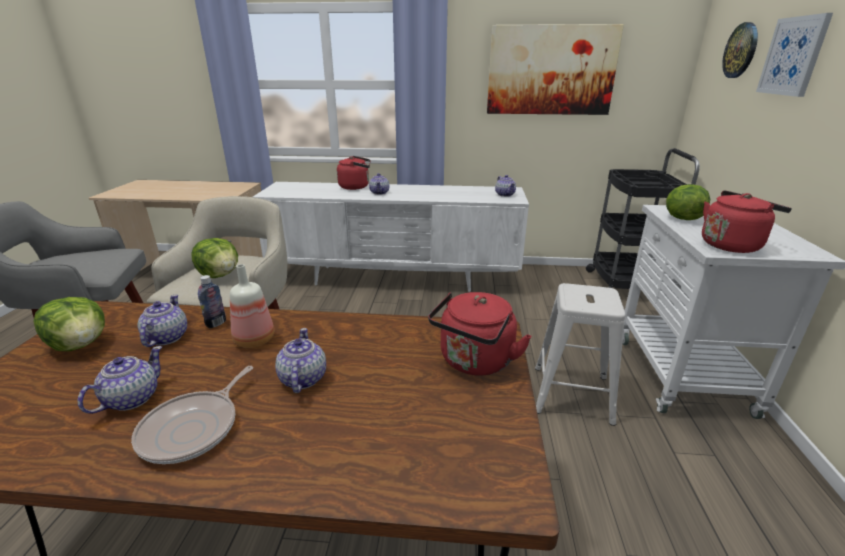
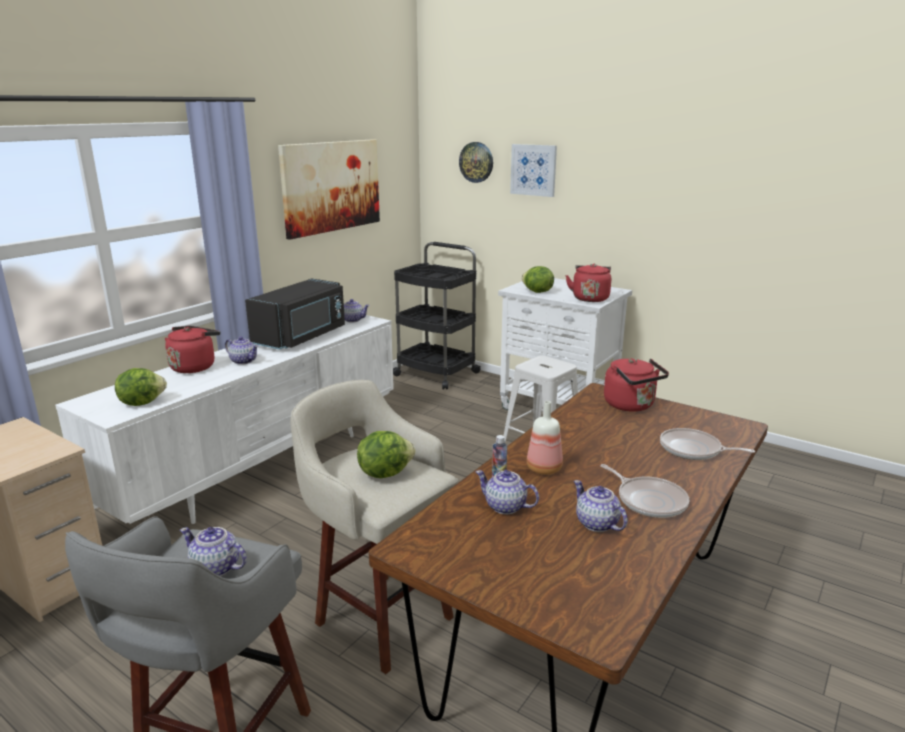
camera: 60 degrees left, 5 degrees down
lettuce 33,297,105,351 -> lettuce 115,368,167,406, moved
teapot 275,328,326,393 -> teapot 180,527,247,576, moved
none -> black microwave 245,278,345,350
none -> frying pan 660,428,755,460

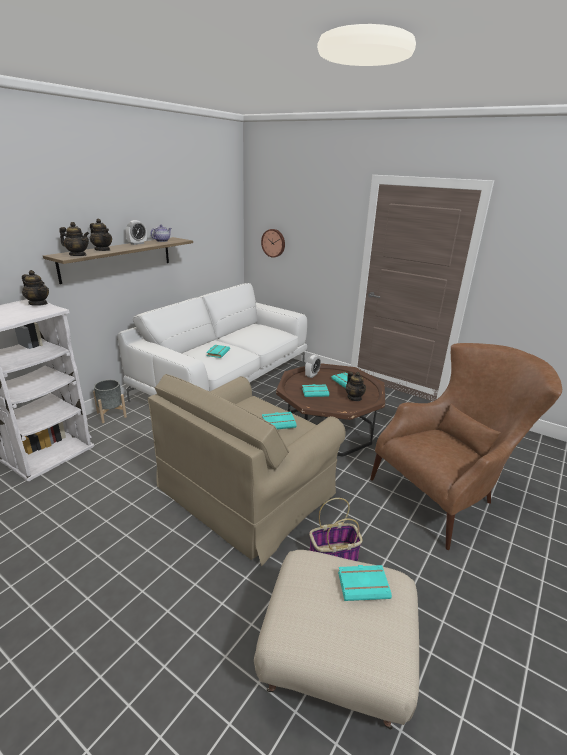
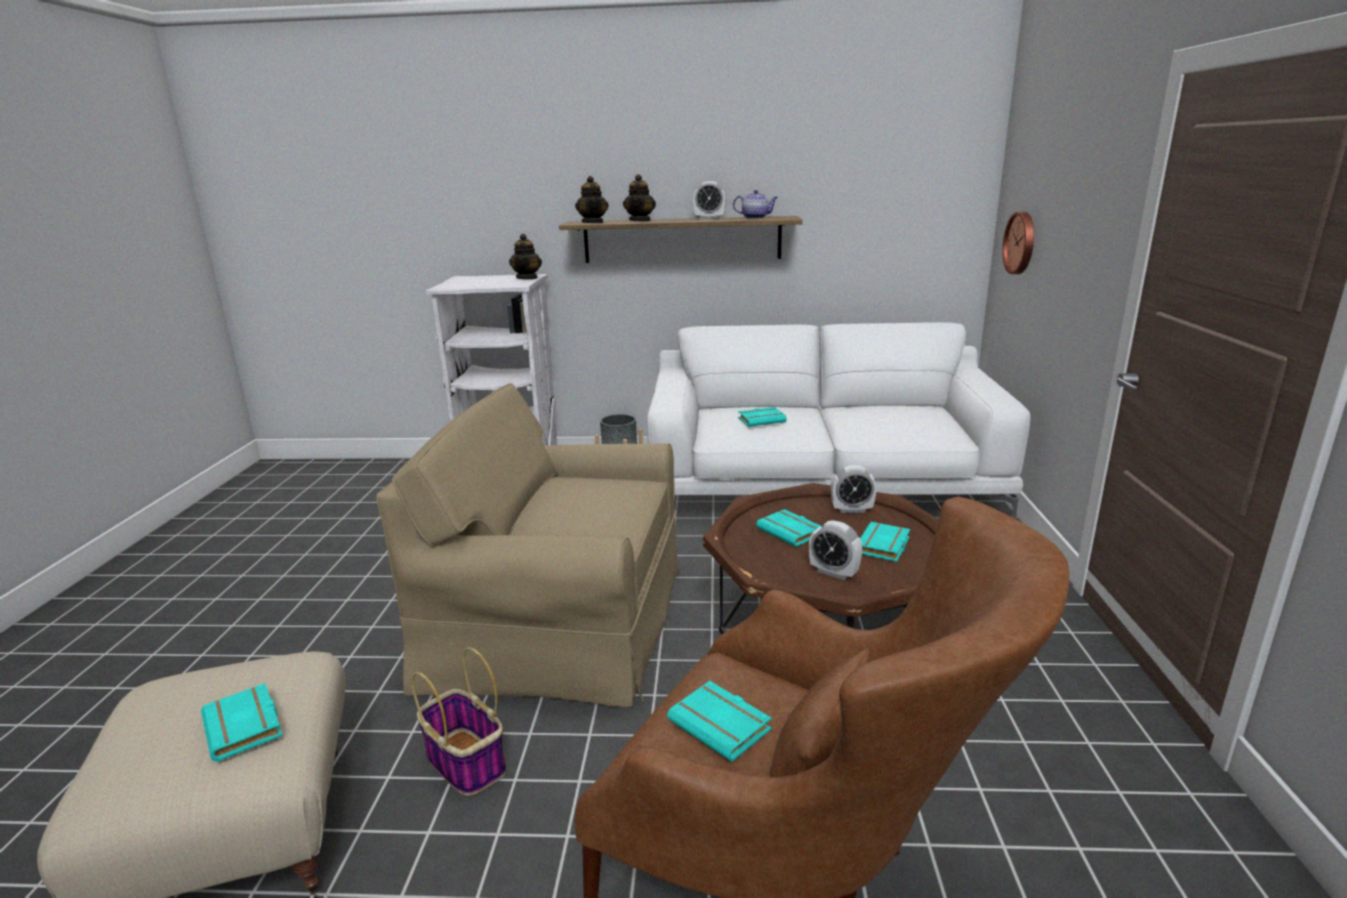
camera: 60 degrees right, 5 degrees down
turquoise book 262,412,296,429 -> turquoise book 667,681,772,762, moved
teapot 346,372,366,401 -> alarm clock 809,520,862,580

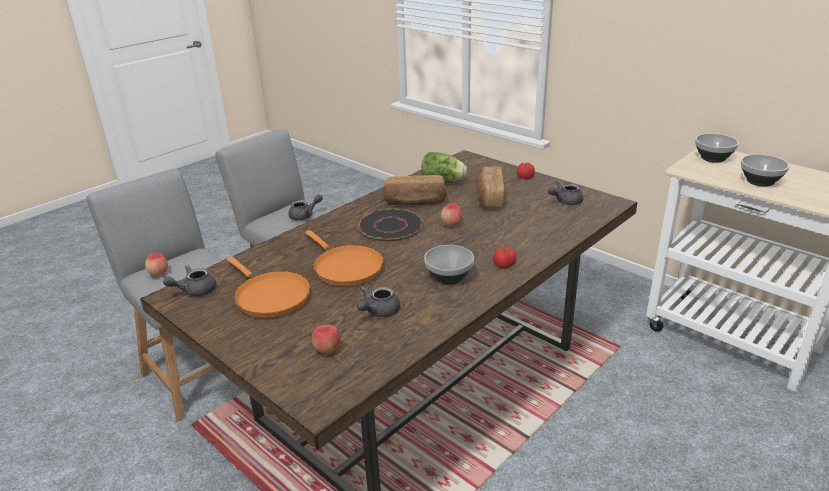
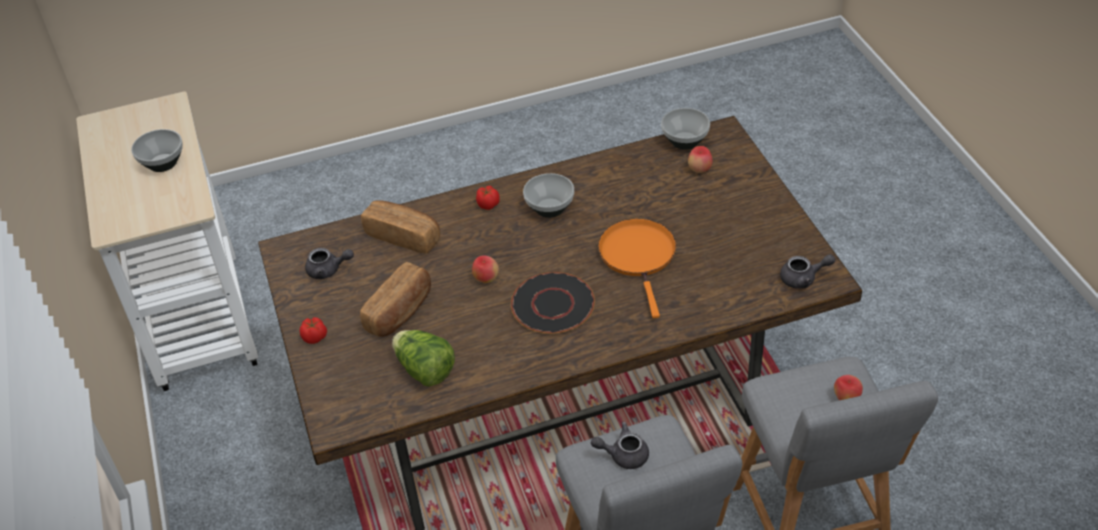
camera: 150 degrees left, 15 degrees up
orange frying pan 227,257,311,318 -> none
grey teapot 357,287,400,317 -> none
bread 383,175,447,205 -> bread 361,200,440,254, moved
bowl 695,133,739,163 -> bowl 661,108,710,150, moved

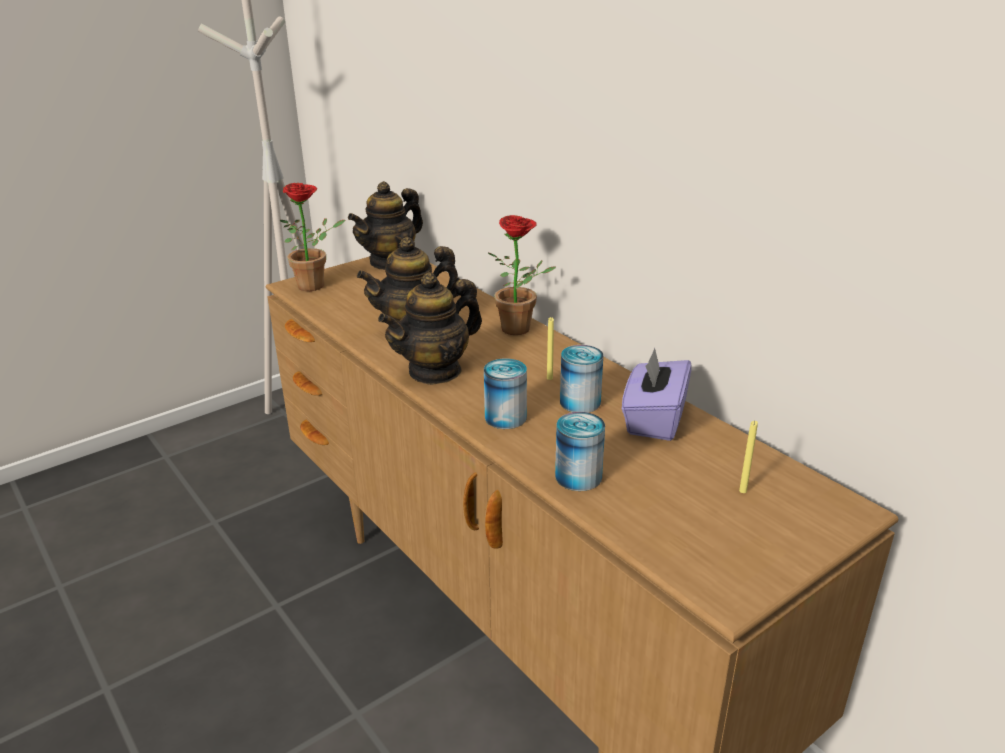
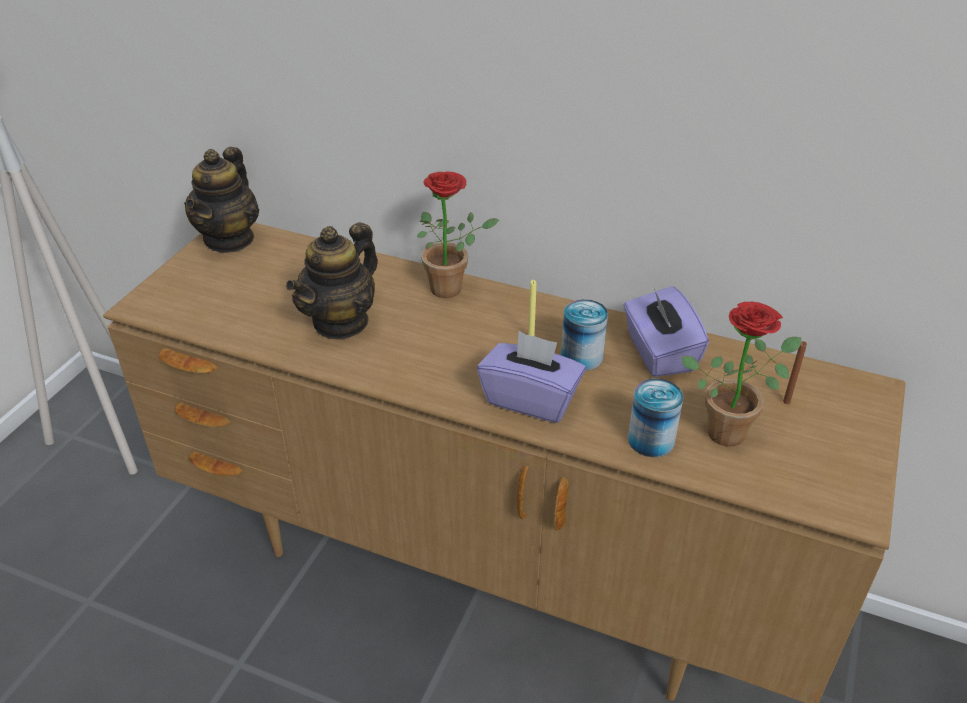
camera: 30 degrees left, 10 degrees up
potted plant 280,183,346,291 -> potted plant 681,302,802,447, moved
teapot 378,272,482,385 -> none
can 484,358,527,429 -> purple tissue box 477,331,586,423
yellow candle 739,421,758,493 -> brown candle 783,341,807,404

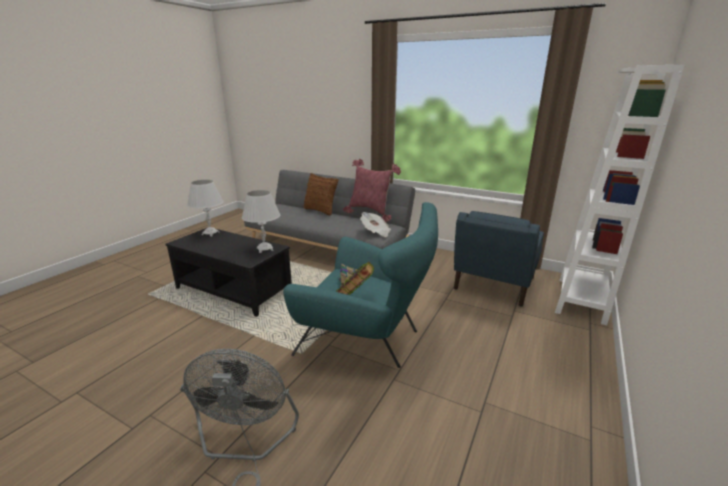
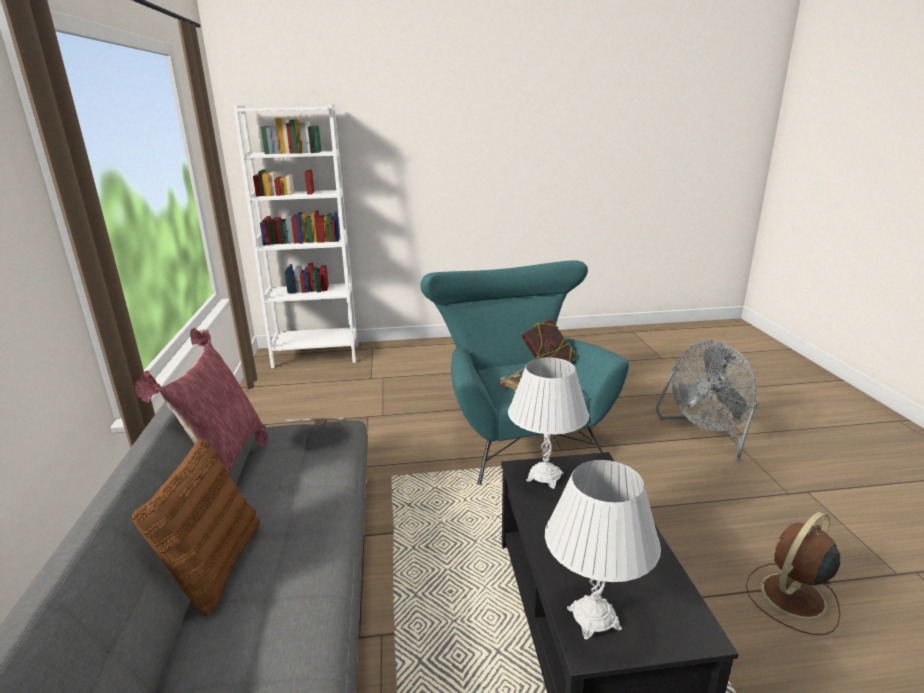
camera: 125 degrees left, 0 degrees up
blue armchair 454,211,544,307 -> none
none -> brown fan 746,512,840,635

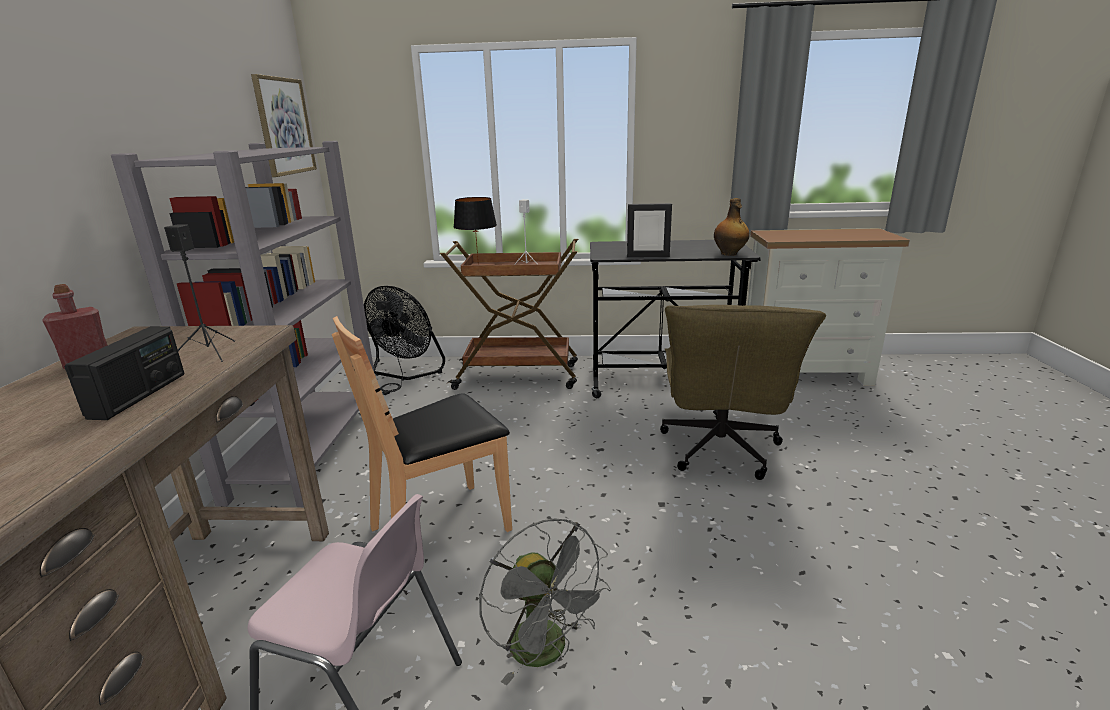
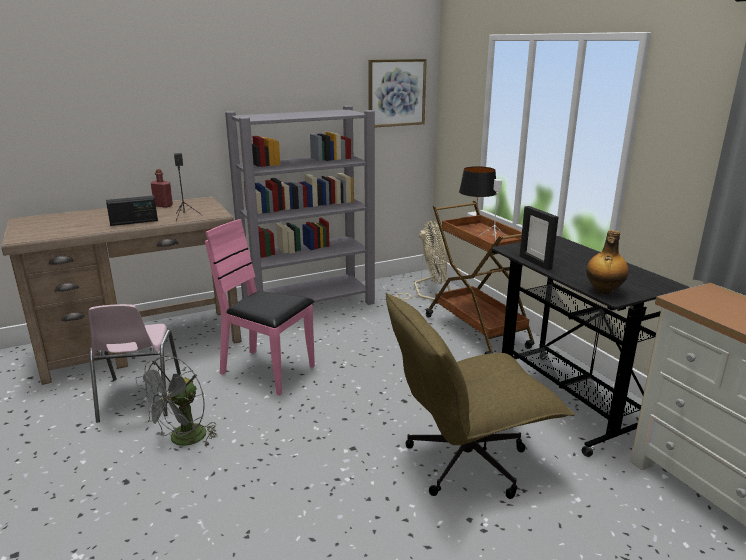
camera: 60 degrees right, 0 degrees up
brown chair 332,316,512,532 -> pink chair 205,219,315,396
black fan 364,286,445,395 -> beige fan 395,221,451,300

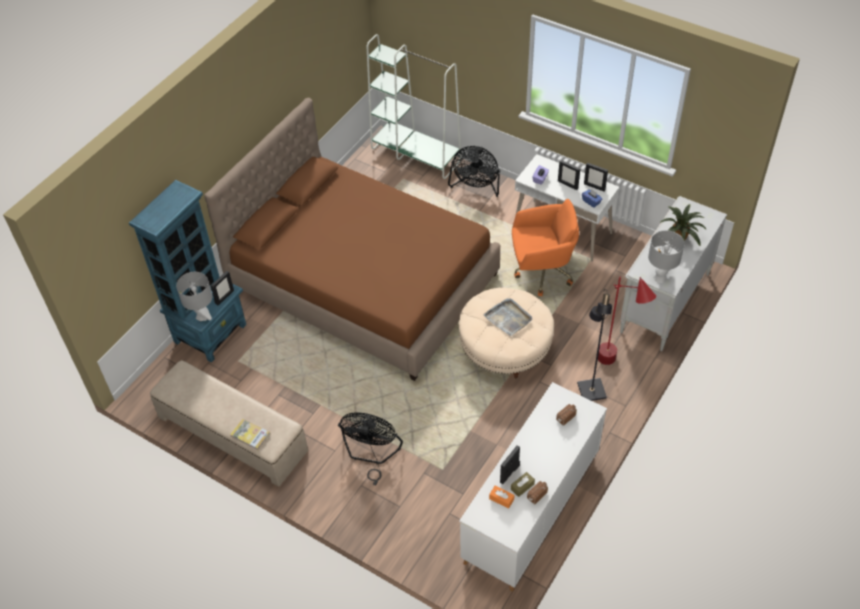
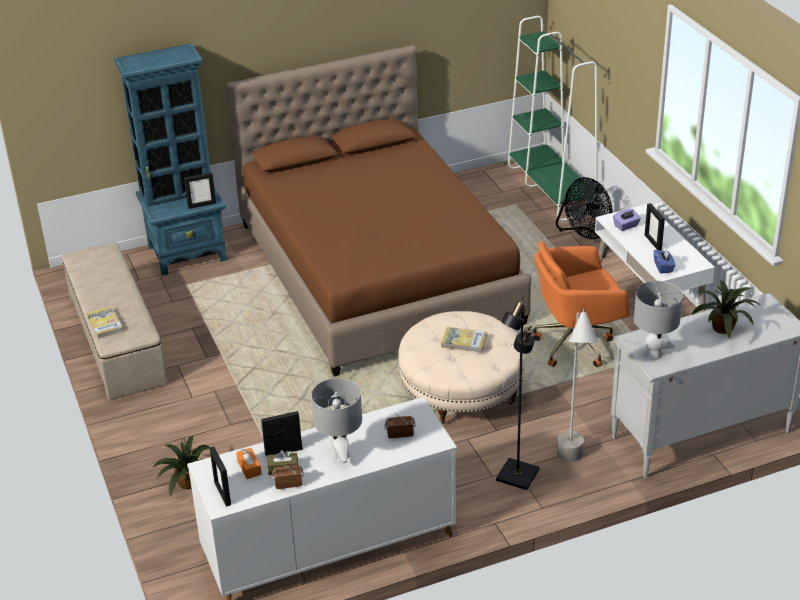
camera: 35 degrees right, 15 degrees down
grey table lamp 176,272,212,321 -> grey table lamp 311,378,362,463, moved
black fan 338,412,403,486 -> none
grey tray 484,298,532,336 -> book 441,327,487,353
orange office chair 512,199,579,296 -> orange office chair 533,240,630,367, 135 degrees clockwise
picture frame 584,162,608,191 -> picture frame 210,447,231,507, moved
red floor lamp 598,277,656,365 -> grey floor lamp 557,308,598,462
none -> potted plant 153,436,211,498

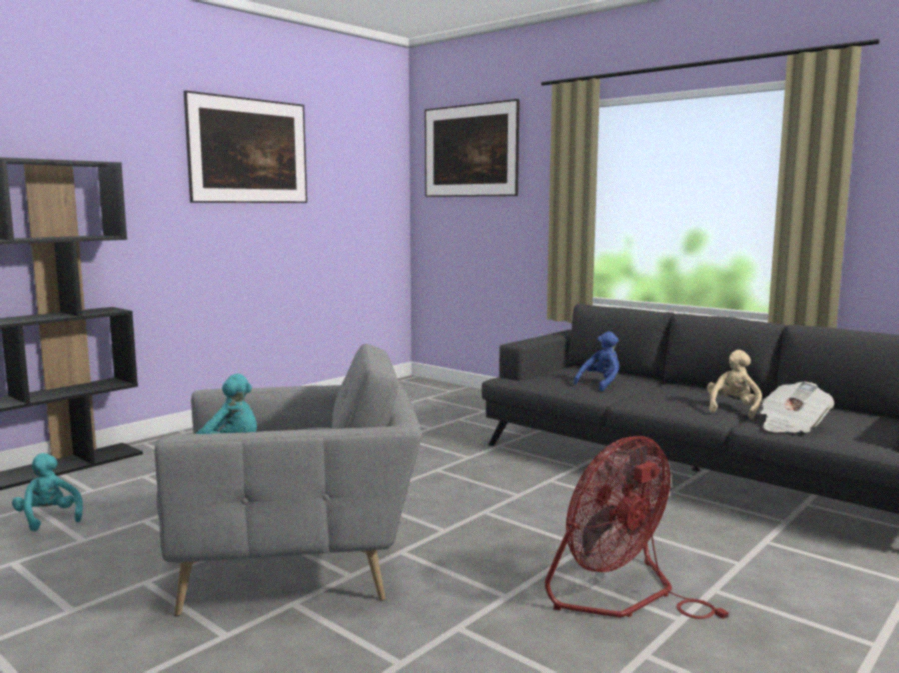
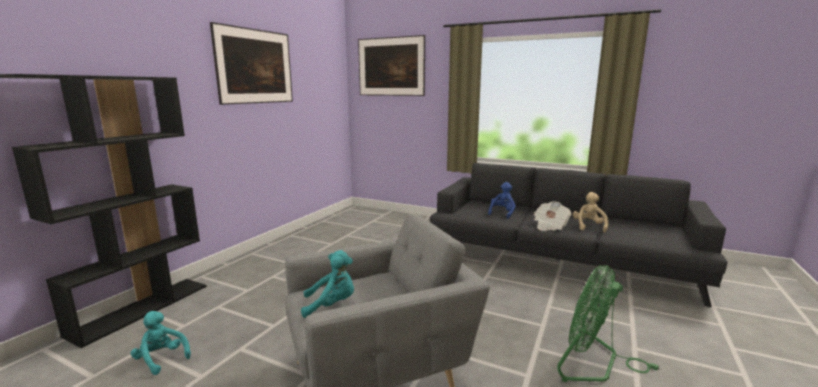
camera: 15 degrees left, 5 degrees up
red fan 545,436,729,619 -> green fan 557,265,661,382
newspaper 760,382,834,433 -> newspaper 534,201,571,231, moved

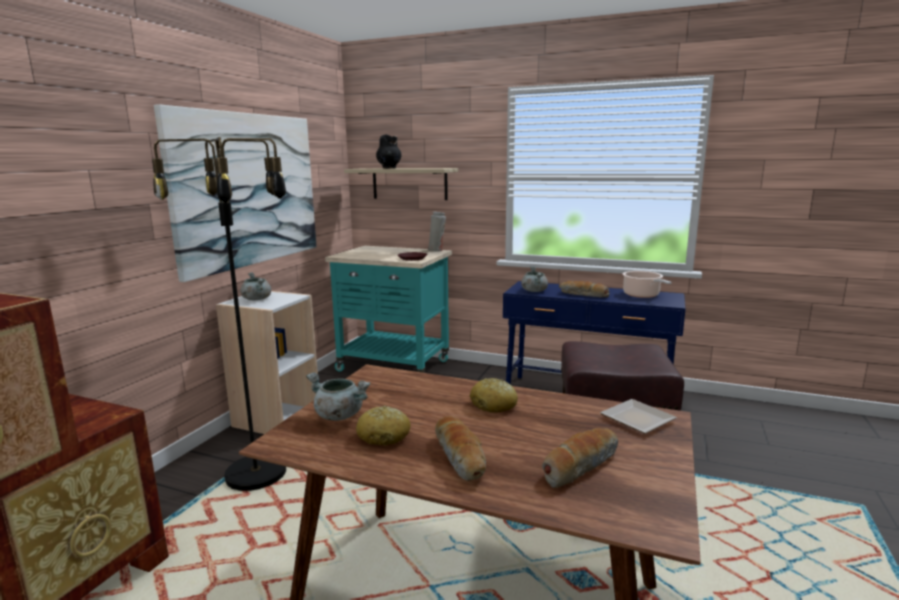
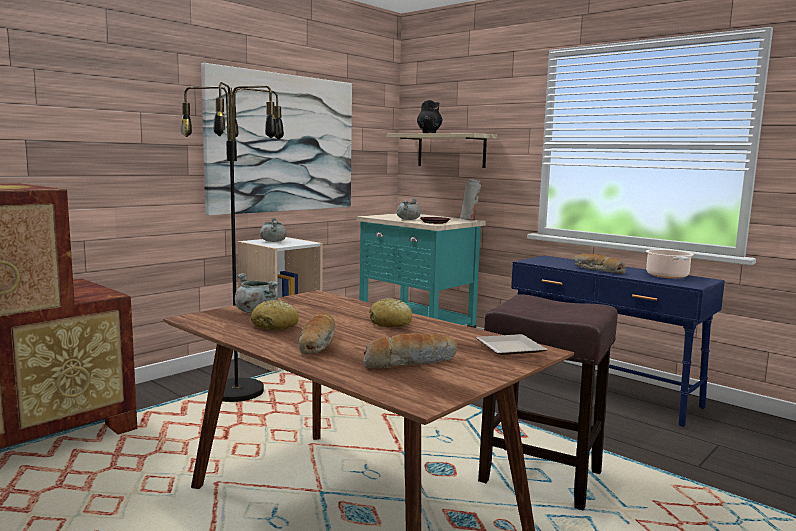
camera: 20 degrees right, 5 degrees down
grey cooking pot 521,266,548,292 -> grey cooking pot 397,199,421,220, moved

